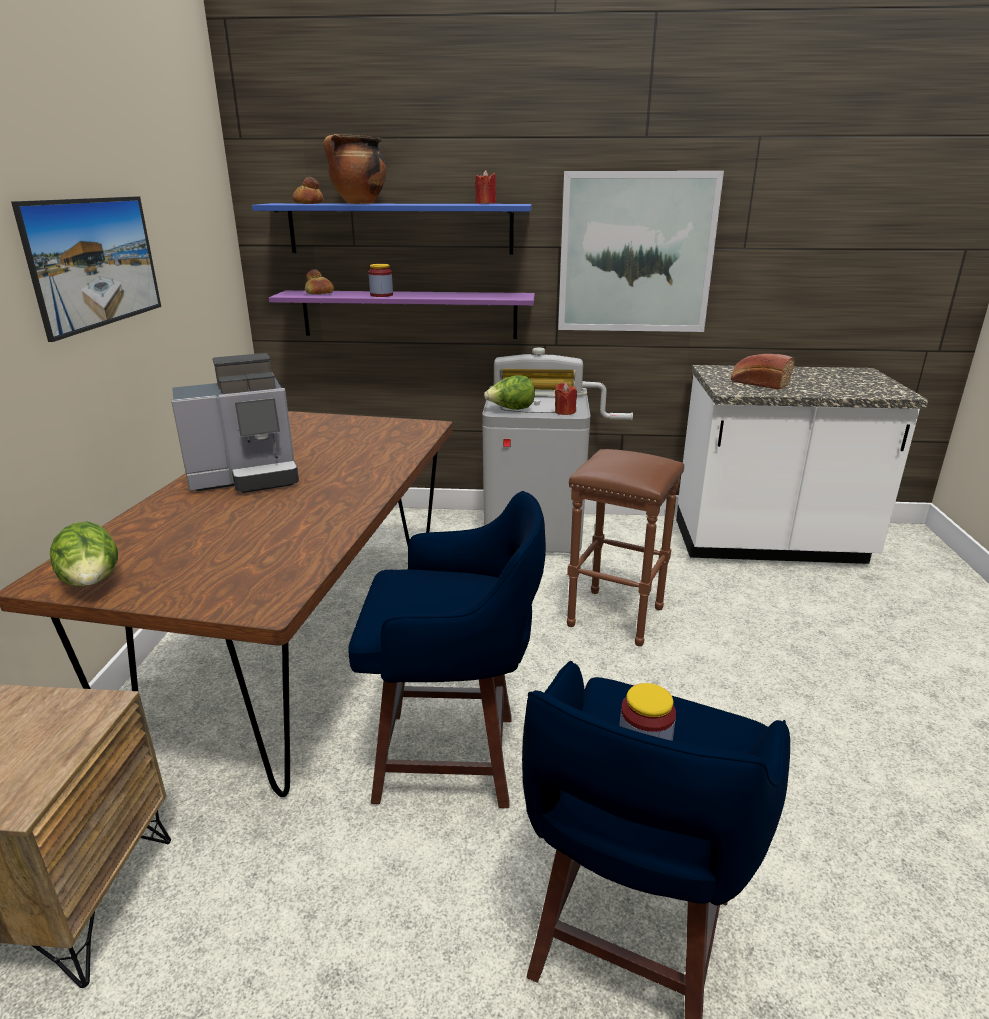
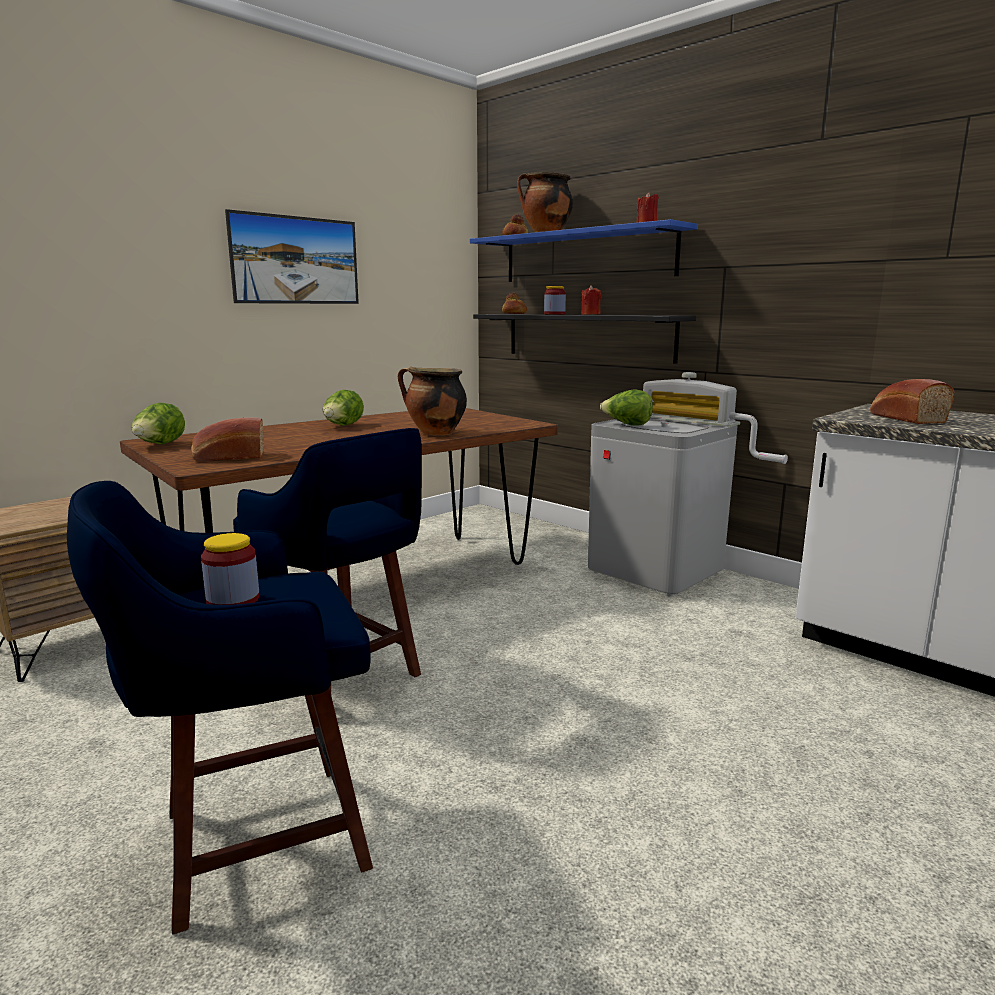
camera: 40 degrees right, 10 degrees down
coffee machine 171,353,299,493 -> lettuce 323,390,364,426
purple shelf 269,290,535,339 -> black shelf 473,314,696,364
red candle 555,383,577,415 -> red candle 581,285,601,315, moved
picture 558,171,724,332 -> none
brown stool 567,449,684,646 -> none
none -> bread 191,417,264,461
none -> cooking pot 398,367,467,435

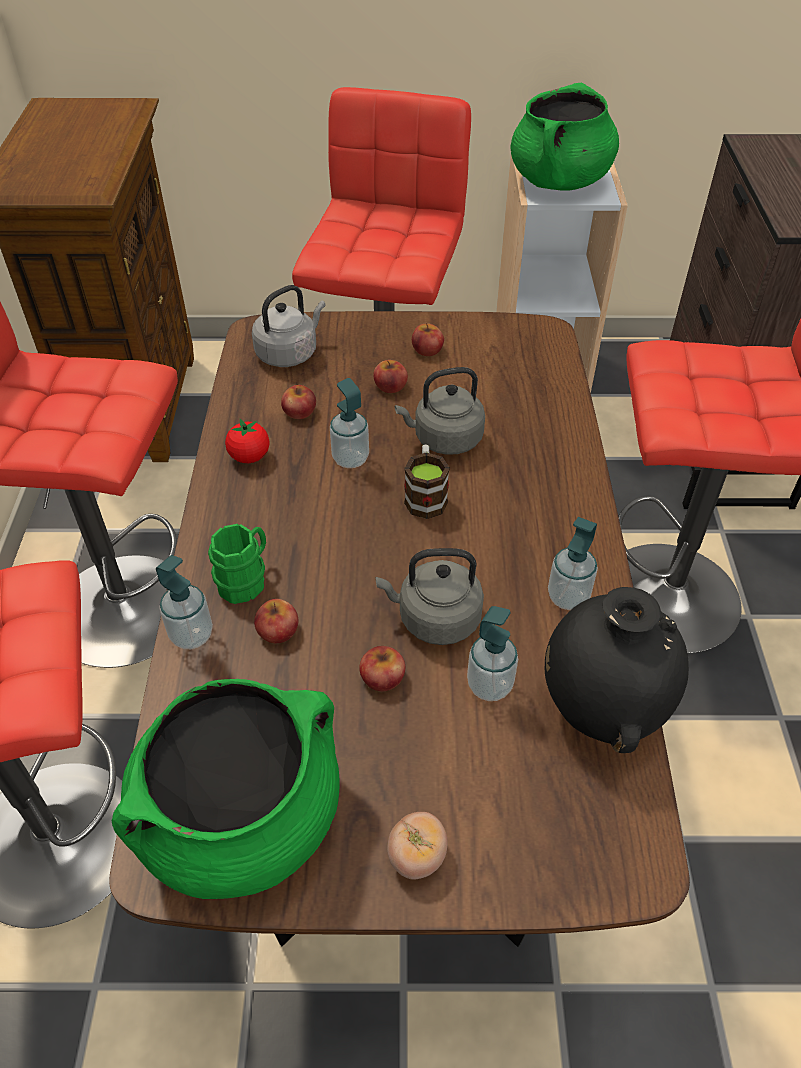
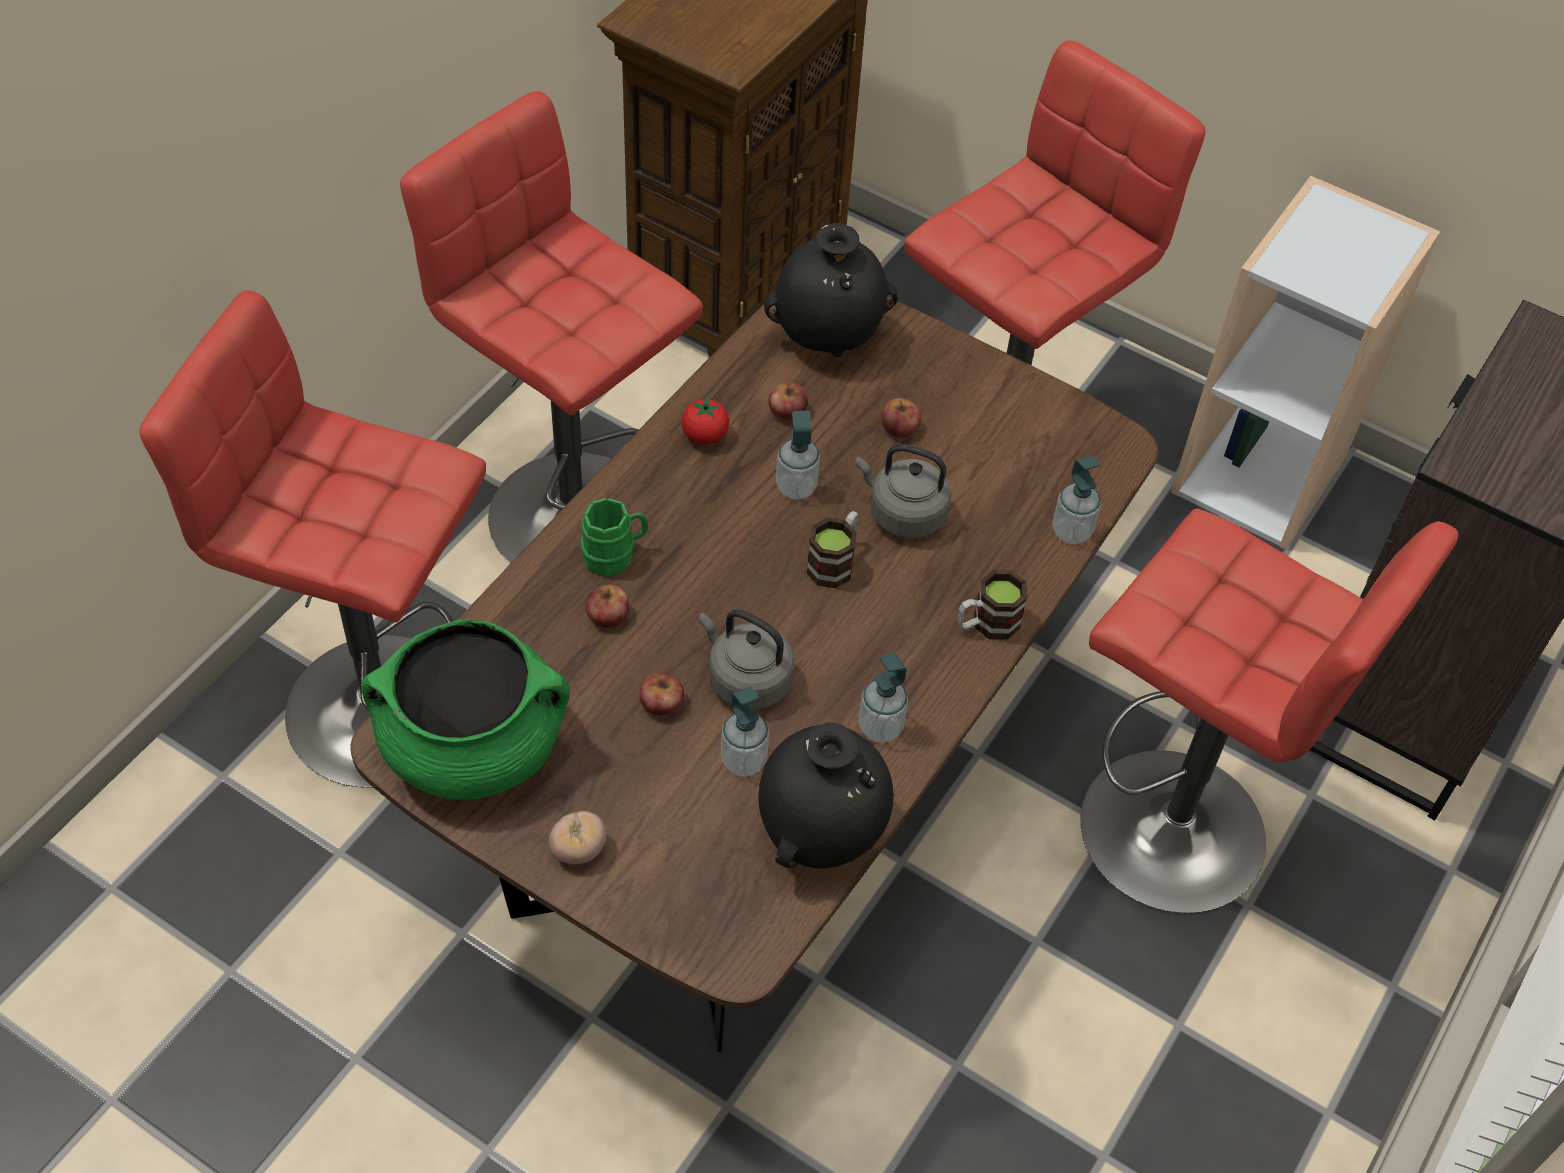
camera: 30 degrees right, 5 degrees up
soap dispenser 156,555,213,649 -> soap dispenser 1052,456,1101,544, moved
grey kettle 252,285,326,367 -> black vase 764,223,898,357
apple 412,323,444,356 -> none
green cooking pot 511,83,619,190 -> none
none -> mug 958,570,1028,640

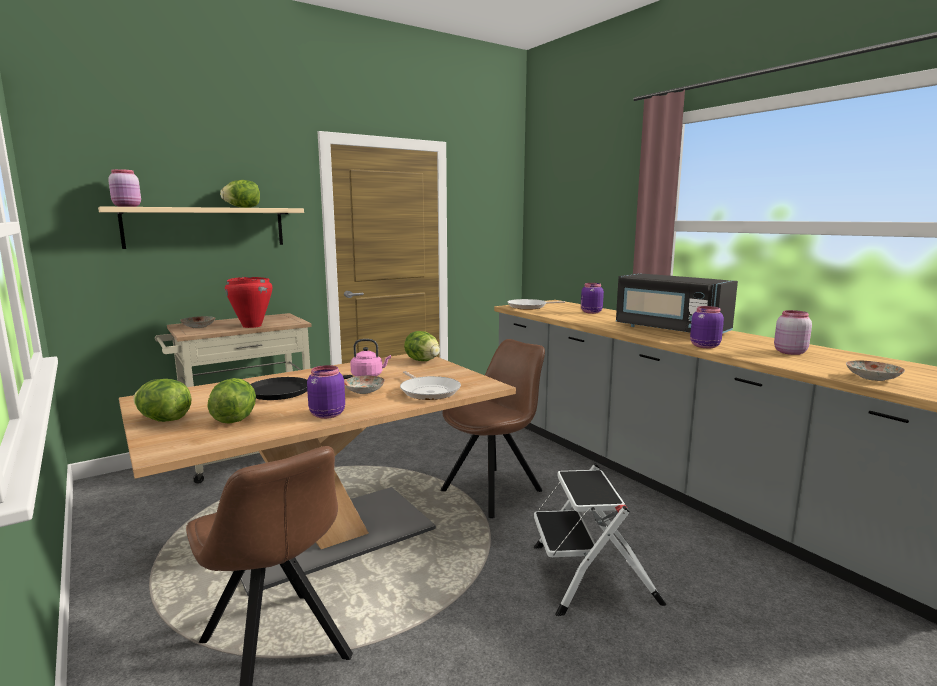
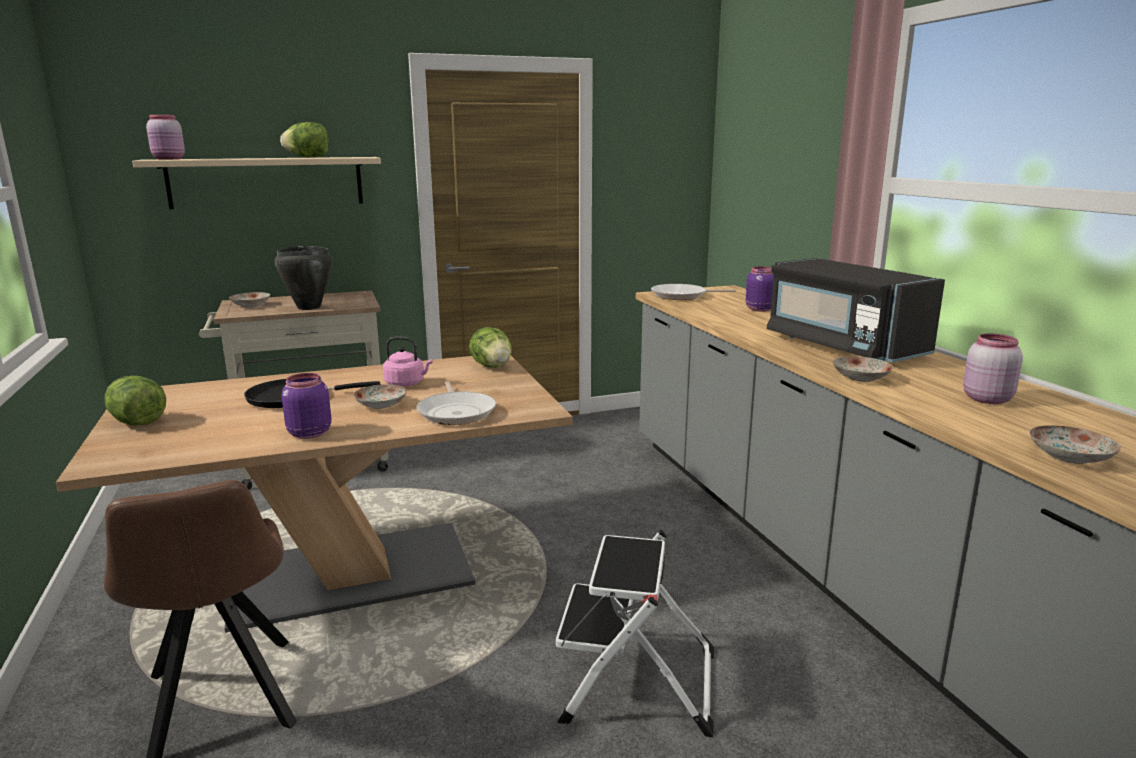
camera: 15 degrees right, 5 degrees up
lettuce 207,378,256,424 -> none
red cooking pot 225,277,272,328 -> black cooking pot 275,246,332,310
brown chair 441,339,545,518 -> none
purple jar 690,306,724,348 -> plate 833,356,894,382

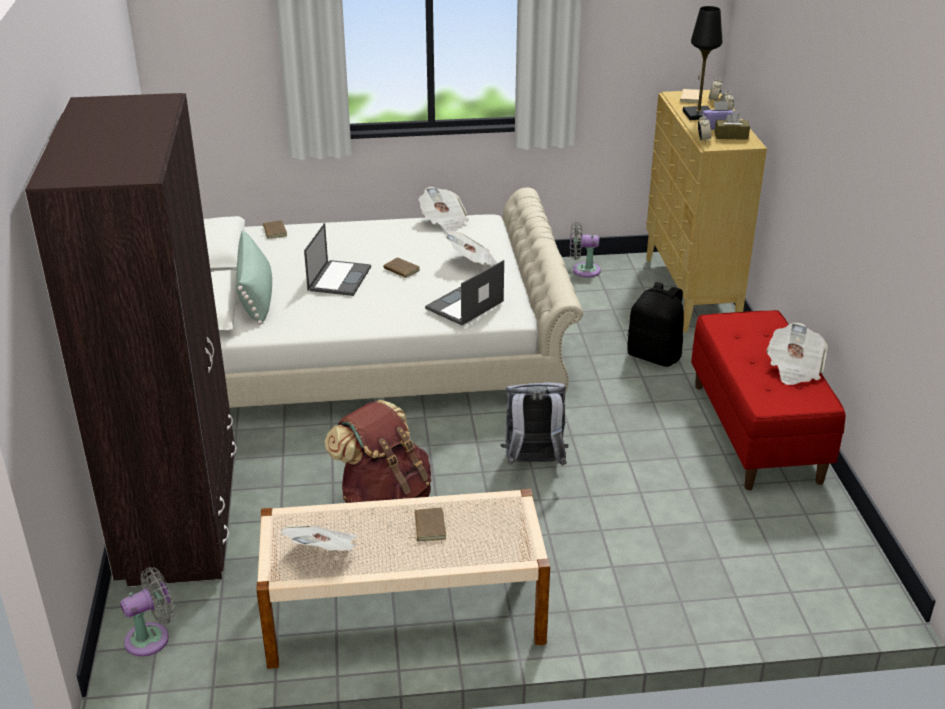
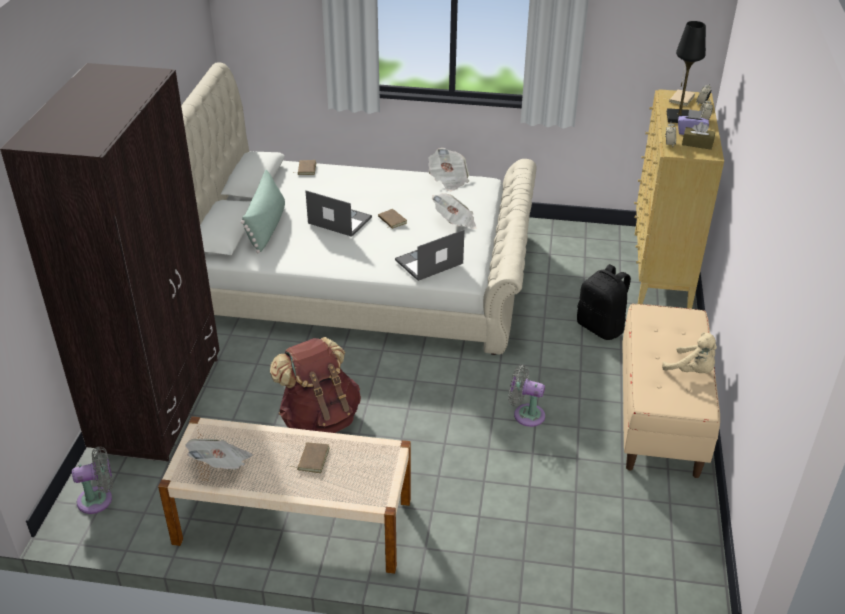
camera: 15 degrees right, 5 degrees up
laptop 304,223,371,296 -> laptop 306,190,372,237, 90 degrees counterclockwise
grey backpack 500,382,568,466 -> none
grey fan 570,222,601,277 -> grey fan 508,365,545,427, moved
red bench 691,310,845,490 -> beige bench 622,304,720,478
newspaper 766,323,828,385 -> beige plush toy 662,332,717,373

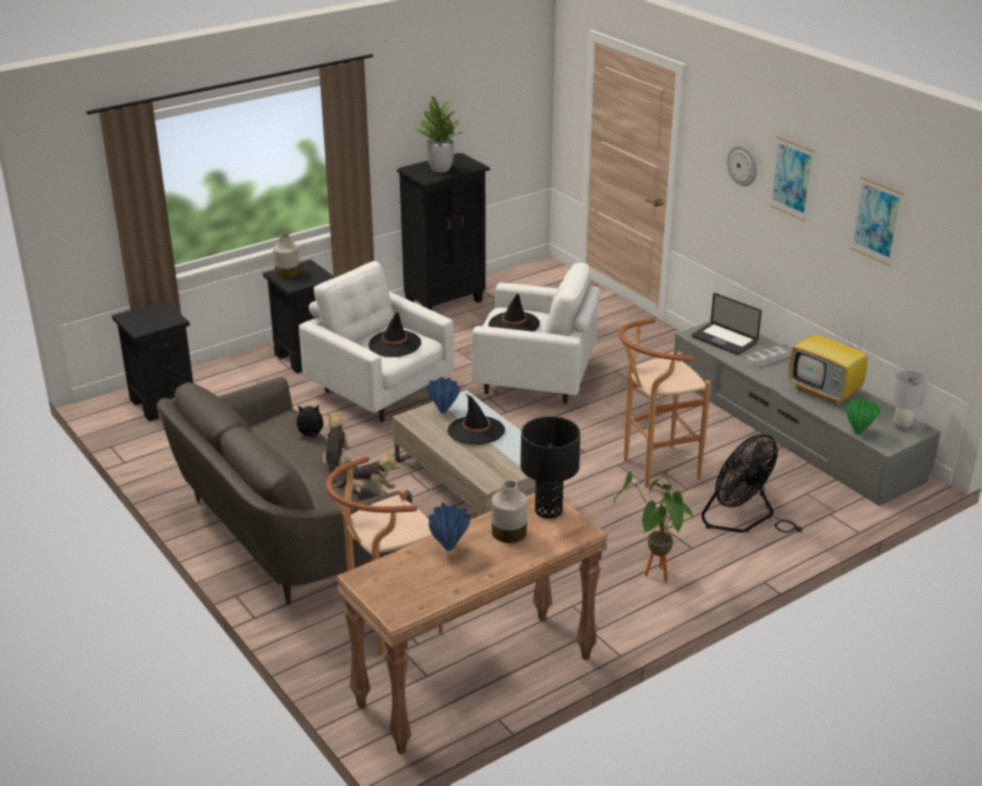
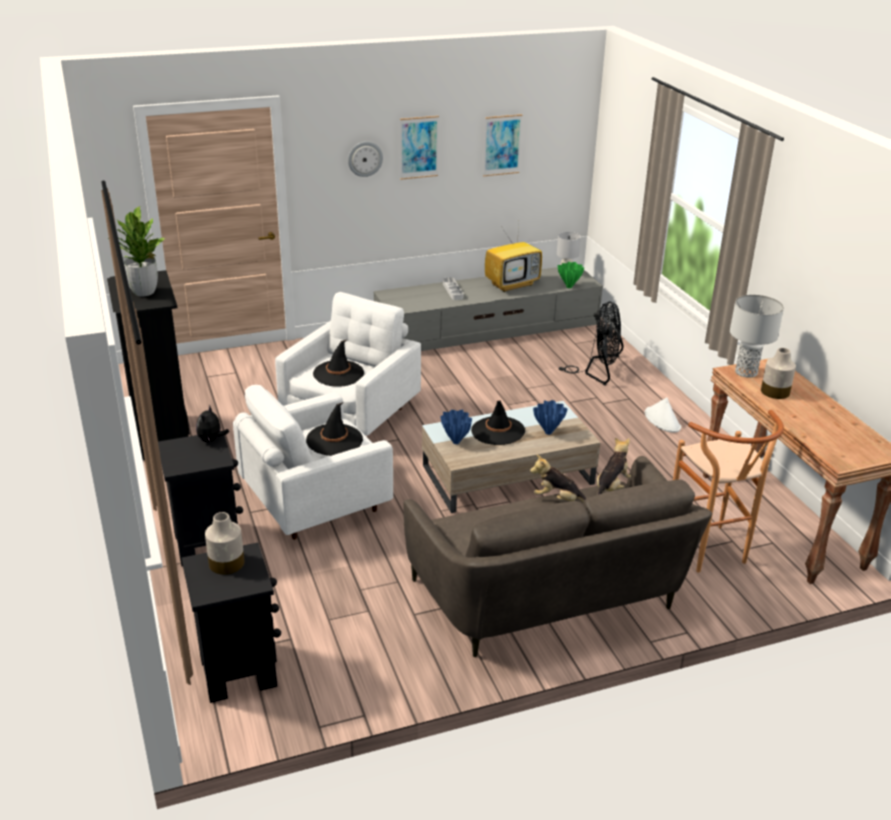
camera: 75 degrees left, 0 degrees up
beige vase 273,234,300,278 -> beige vase 205,512,245,575, moved
plush toy 294,405,324,438 -> plush toy 196,405,229,442, moved
blue vase 428,503,471,551 -> blue vase 533,400,567,435, moved
black table lamp 520,416,580,519 -> white table lamp 730,295,784,378
potted plant 613,467,695,582 -> white hat 645,397,681,433
brown stool 619,318,711,488 -> none
laptop 692,293,762,355 -> none
black fan 702,434,803,533 -> black fan 558,301,623,386, 135 degrees counterclockwise

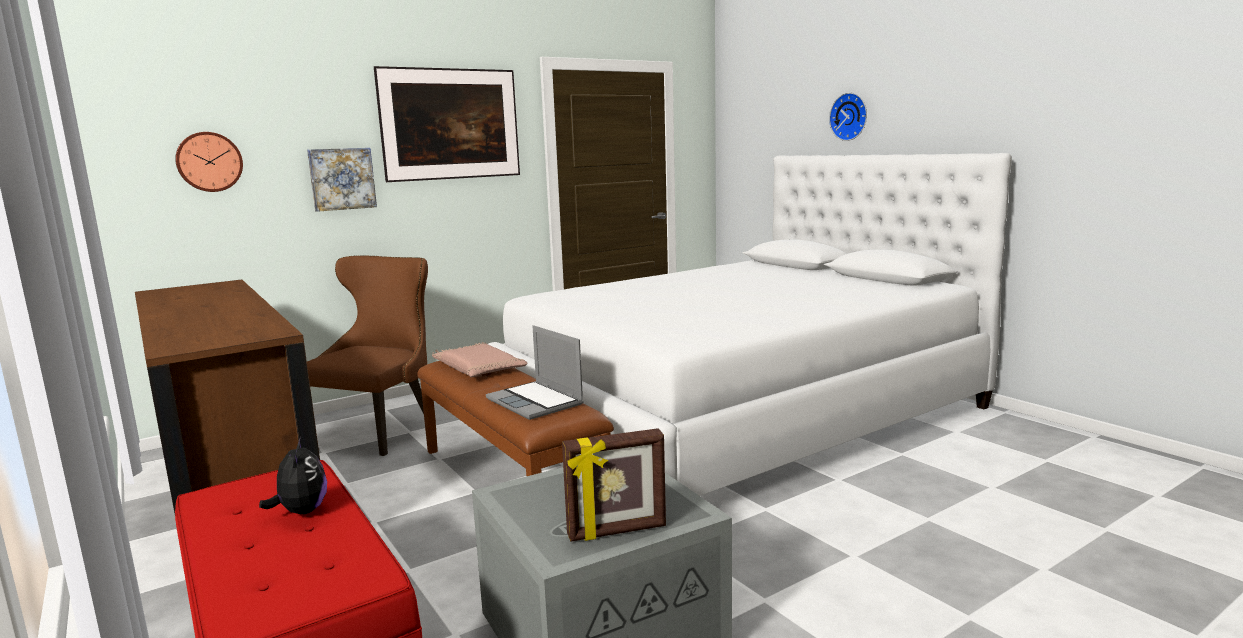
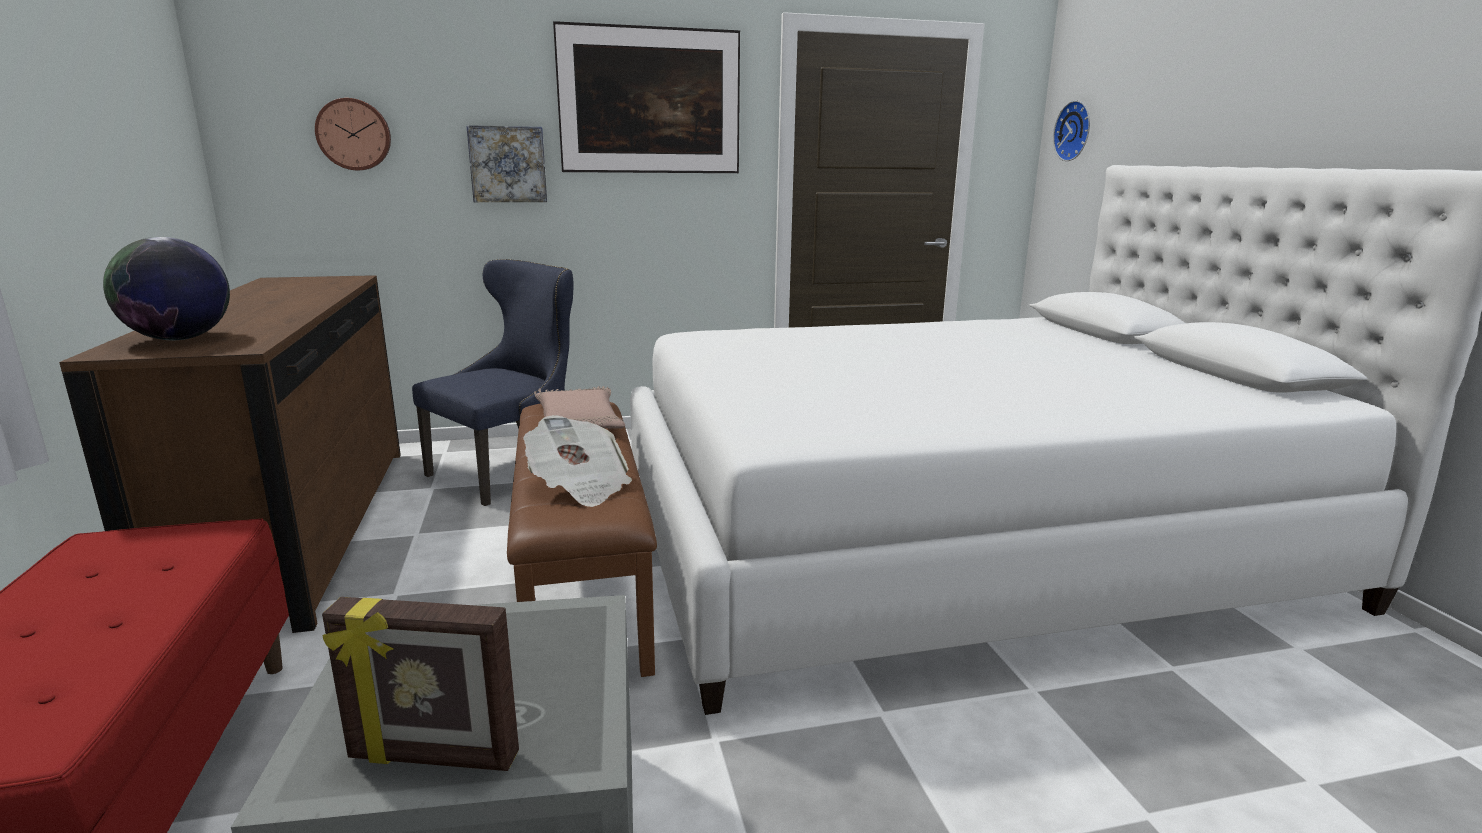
camera: 20 degrees right, 5 degrees up
plush toy 259,437,327,514 -> none
brown chair 307,255,428,456 -> blue chair 412,259,574,506
laptop 486,325,584,420 -> newspaper 523,415,632,507
wall clock 829,93,867,141 -> wall clock 1053,100,1090,161, moved
none -> globe 103,237,230,340

